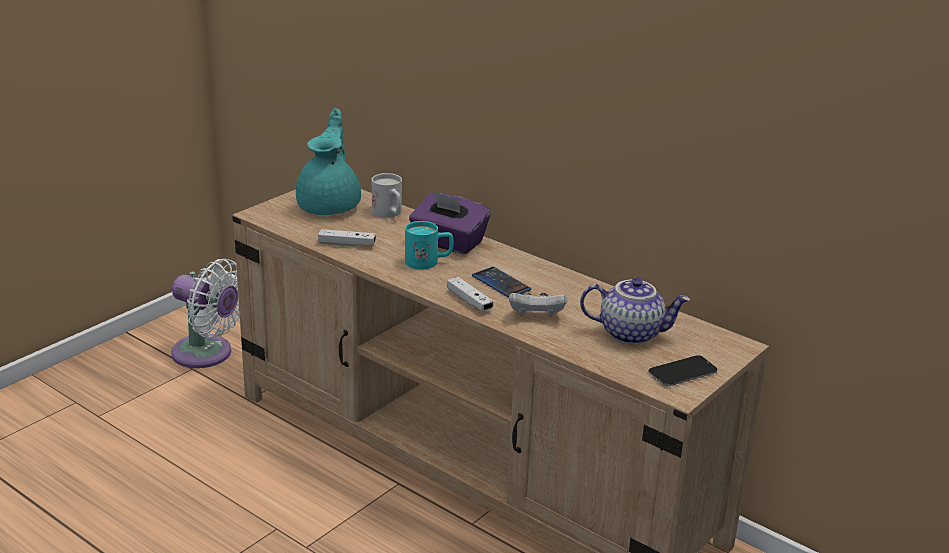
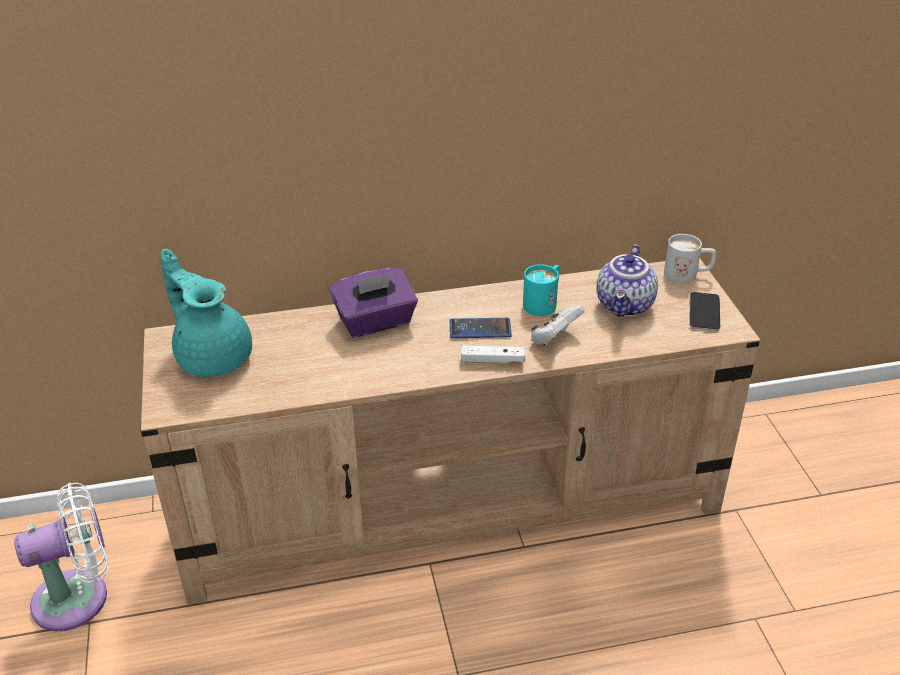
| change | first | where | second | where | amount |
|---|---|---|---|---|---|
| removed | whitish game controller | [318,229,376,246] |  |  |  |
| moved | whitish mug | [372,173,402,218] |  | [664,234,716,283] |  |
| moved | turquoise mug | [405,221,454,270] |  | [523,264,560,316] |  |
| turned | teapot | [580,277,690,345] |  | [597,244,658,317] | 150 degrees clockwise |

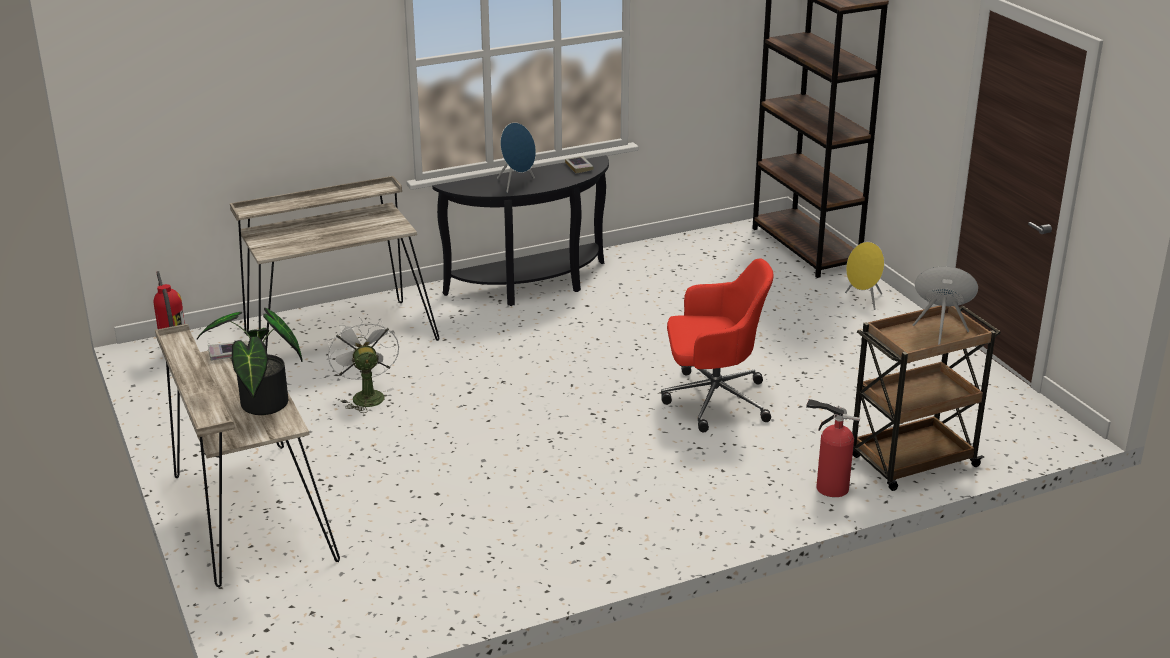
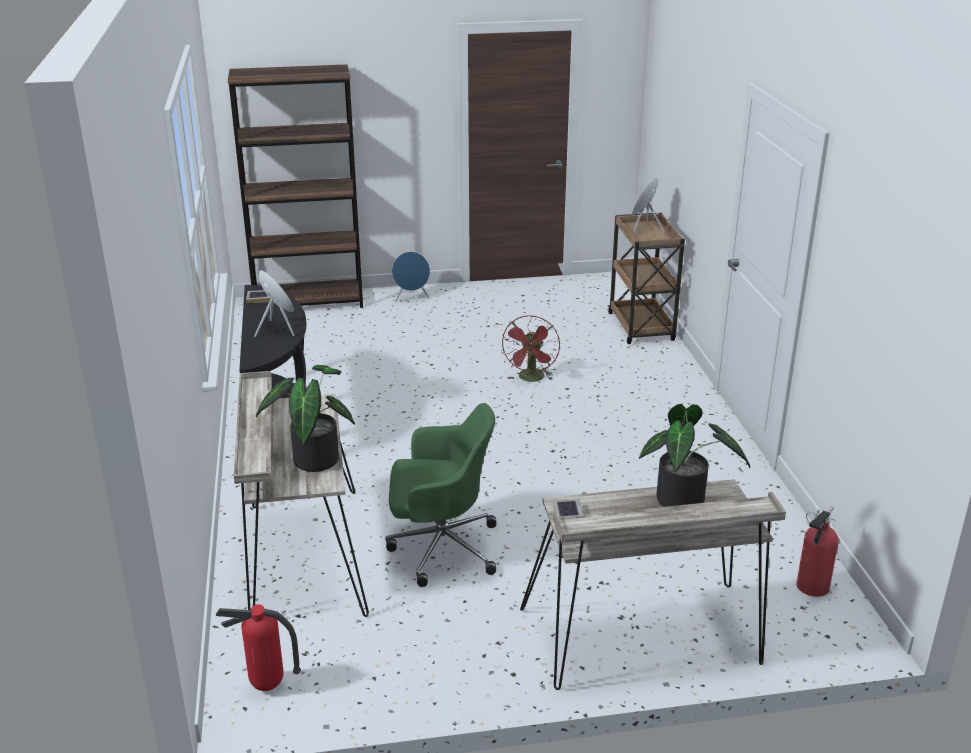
| change | first | where | second | where | amount |
|---|---|---|---|---|---|
| added |  |  | plant in a pot | [256,365,355,472] |  |
| moved | fire-fighting cylinder | [806,399,860,497] |  | [796,506,839,597] |  |
| replaced | whitish cooling fan | [328,317,399,413] | green computer chair | [385,403,496,587] |  |
| replaced | reddish computer chair | [661,258,774,433] | reddish cooling fan | [502,315,560,382] |  |
| recoloured | yellowish audio speaker | [845,242,884,310] | blue-coloured audio speaker | [392,252,430,303] |  |

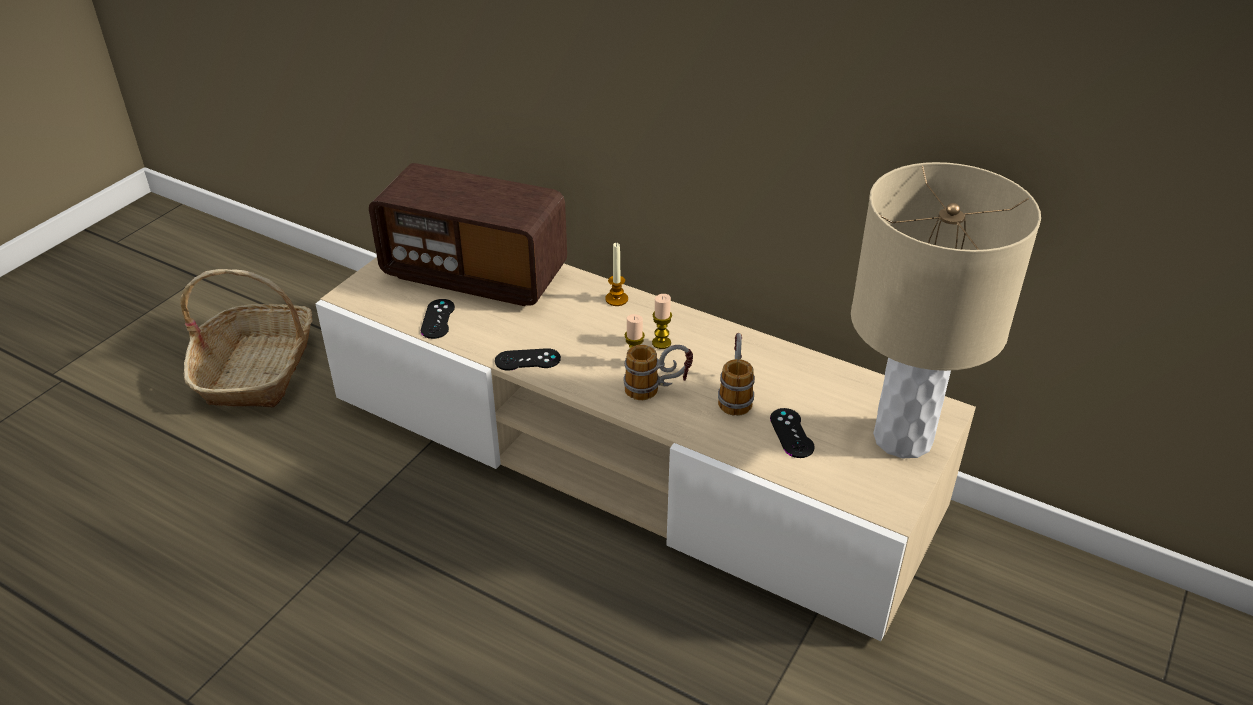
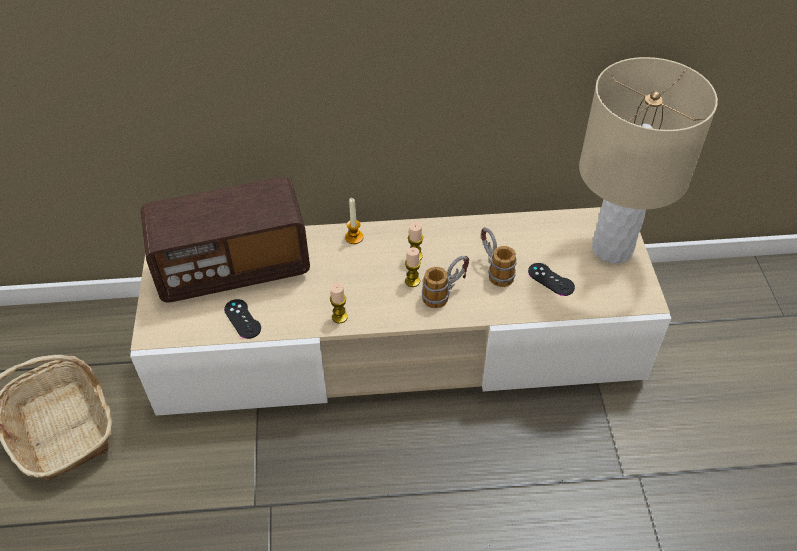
| change | first | where | second | where | amount |
|---|---|---|---|---|---|
| replaced | black-coloured game controller | [495,348,561,371] | candle | [330,282,348,323] |  |

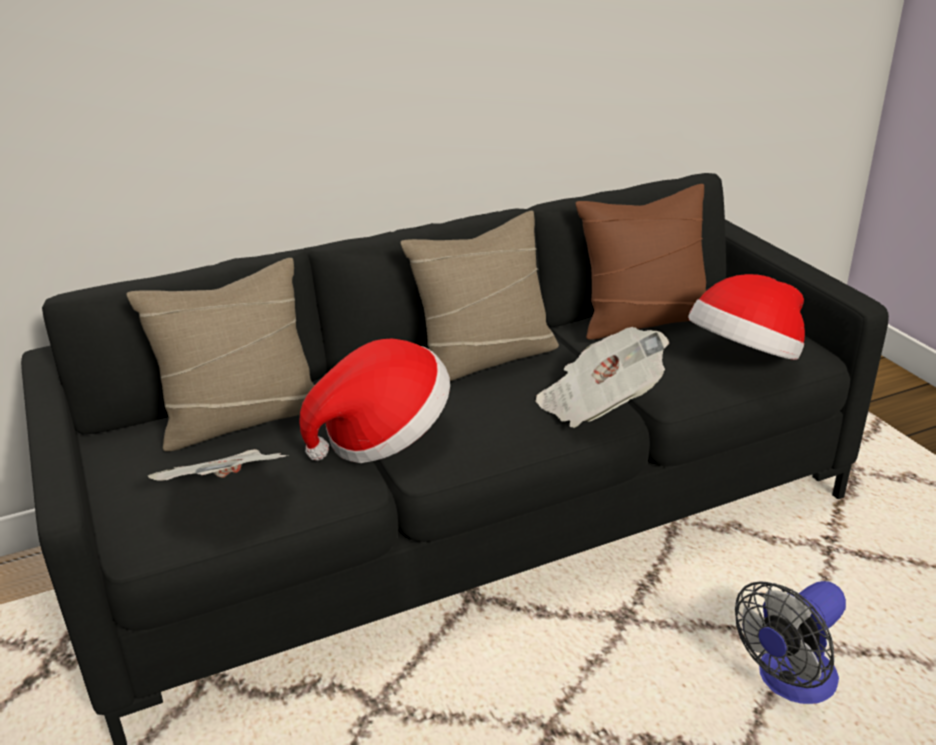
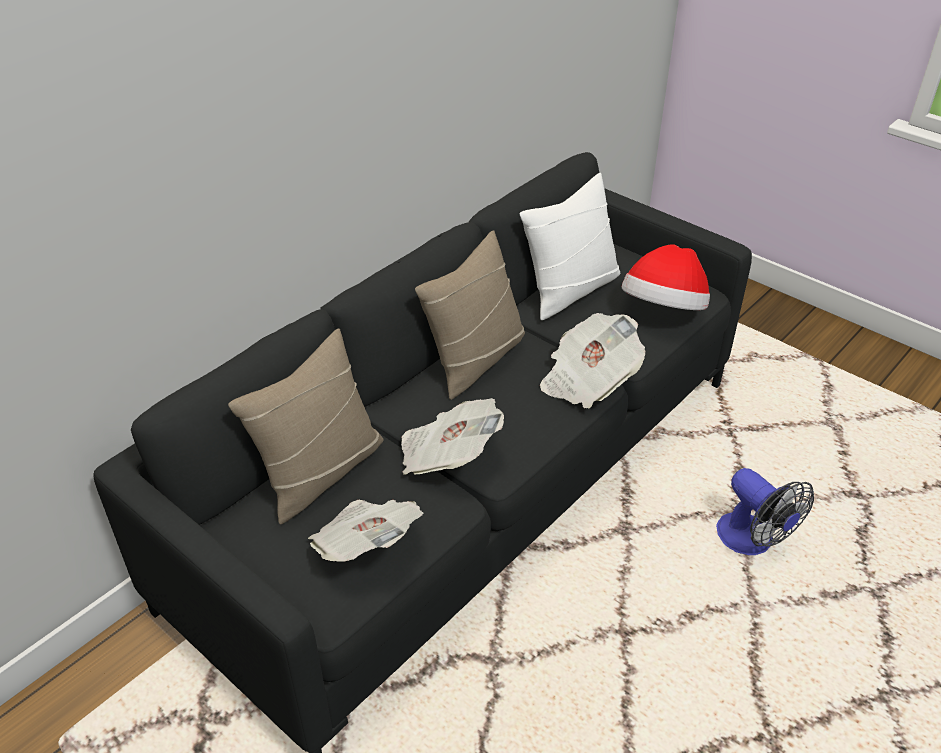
| change | first | where | second | where | amount |
|---|---|---|---|---|---|
| replaced | wearable hat | [299,338,450,463] | newspaper | [401,398,504,475] |  |
| recoloured | brownish throw pillow | [575,184,706,340] | whitish throw pillow | [520,173,620,320] |  |
| turned | cooling fan | [735,581,846,704] |  | [716,468,814,555] | 60 degrees counterclockwise |

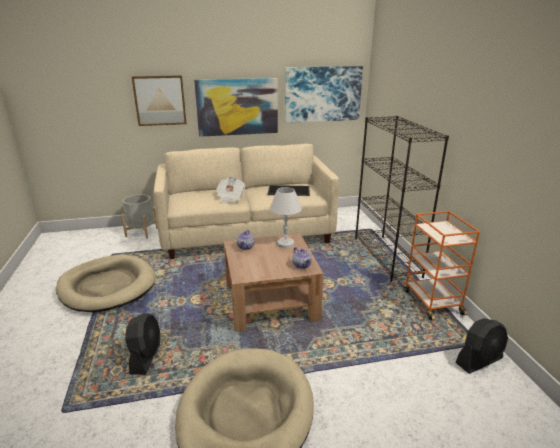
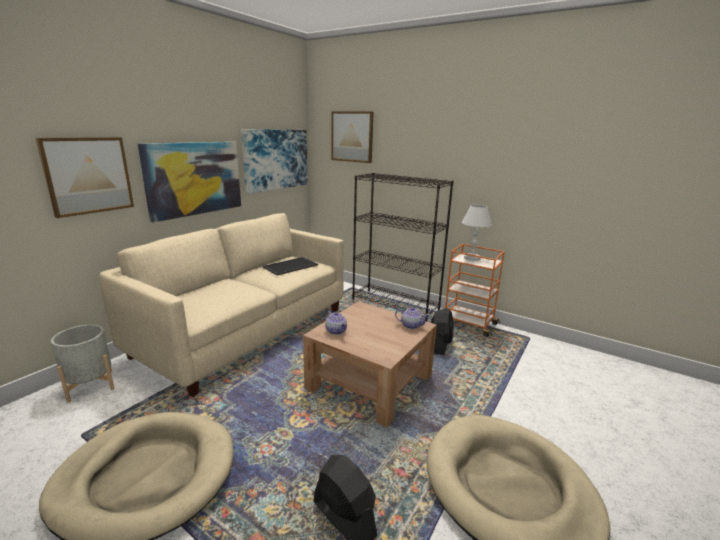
| change | first | where | second | where | amount |
|---|---|---|---|---|---|
| removed | newspaper | [216,177,246,204] |  |  |  |
| added |  |  | wall art | [332,111,373,163] |  |
| moved | whitish table lamp | [270,187,302,248] |  | [462,204,492,261] |  |
| moved | black-coloured cooling fan | [455,318,508,374] |  | [431,308,454,355] |  |

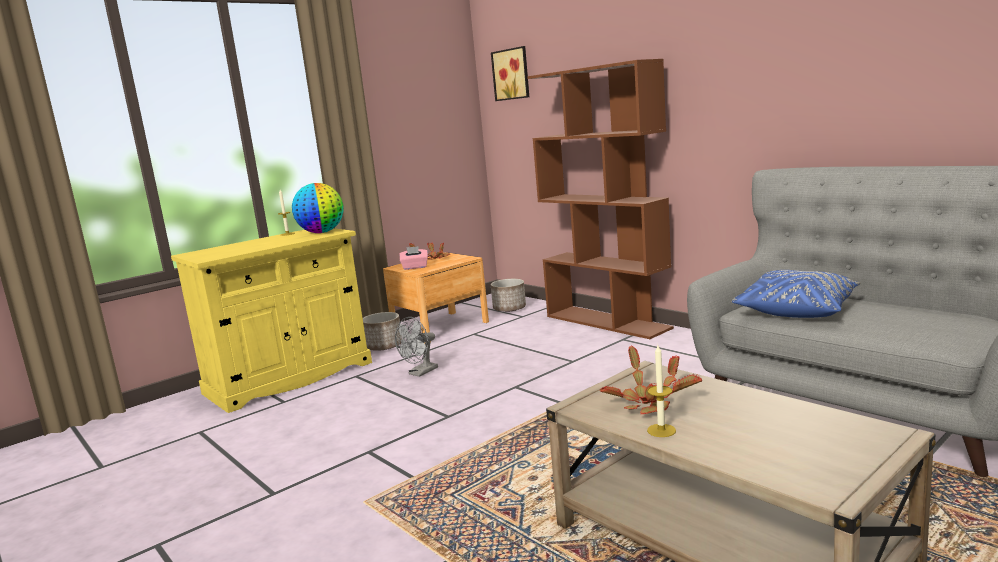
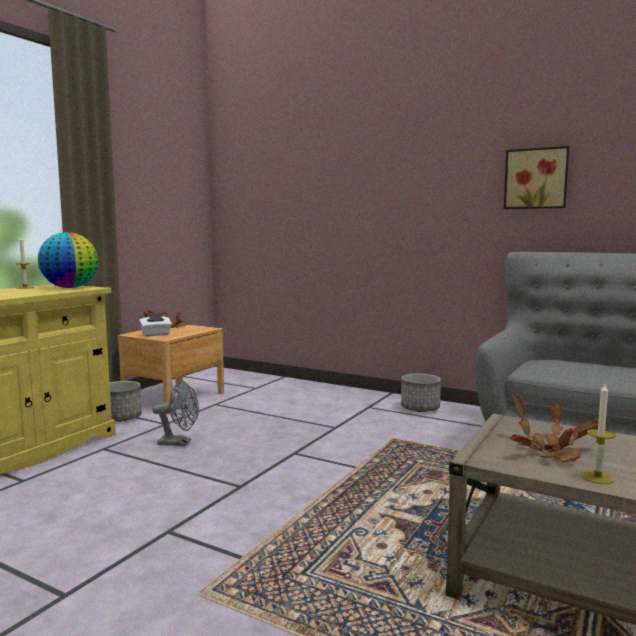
| change | first | where | second | where | amount |
|---|---|---|---|---|---|
| removed | brownish bookshelf | [527,59,674,339] |  |  |  |
| removed | blue-coloured throw pillow | [732,270,861,318] |  |  |  |
| moved | wall art | [491,46,529,101] |  | [504,146,569,209] |  |
| moved | flower pot | [491,279,526,312] |  | [401,373,441,412] |  |
| recoloured | pink-coloured tissue holder | [400,246,428,270] | whitish tissue holder | [139,313,172,336] |  |
| turned | greyish cooling fan | [395,317,438,377] |  | [152,380,199,446] | 105 degrees counterclockwise |

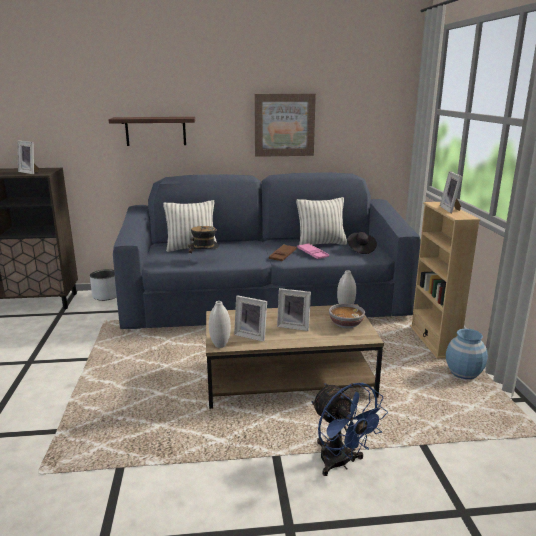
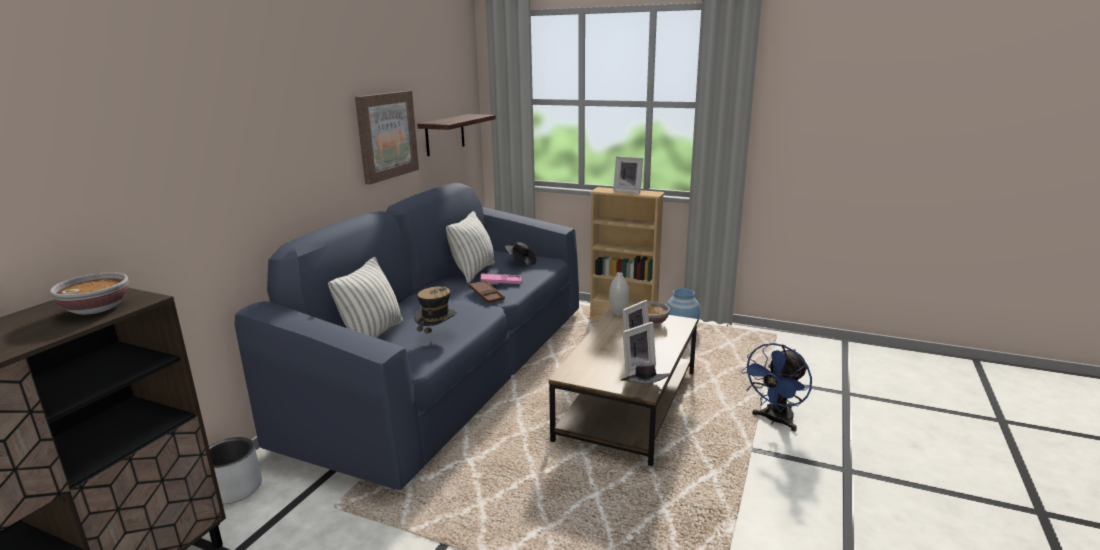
| change | first | where | second | where | amount |
|---|---|---|---|---|---|
| moved | bracket shelf | [108,117,195,146] |  | [417,114,496,156] |  |
| replaced | standing frame | [17,140,38,174] | bowl | [50,272,128,315] |  |
| replaced | whitish vase | [209,301,231,348] | black-coloured wearable hat | [621,363,671,384] |  |
| turned | blue-coloured cooling fan | [311,383,388,476] |  | [741,343,812,432] | 135 degrees clockwise |

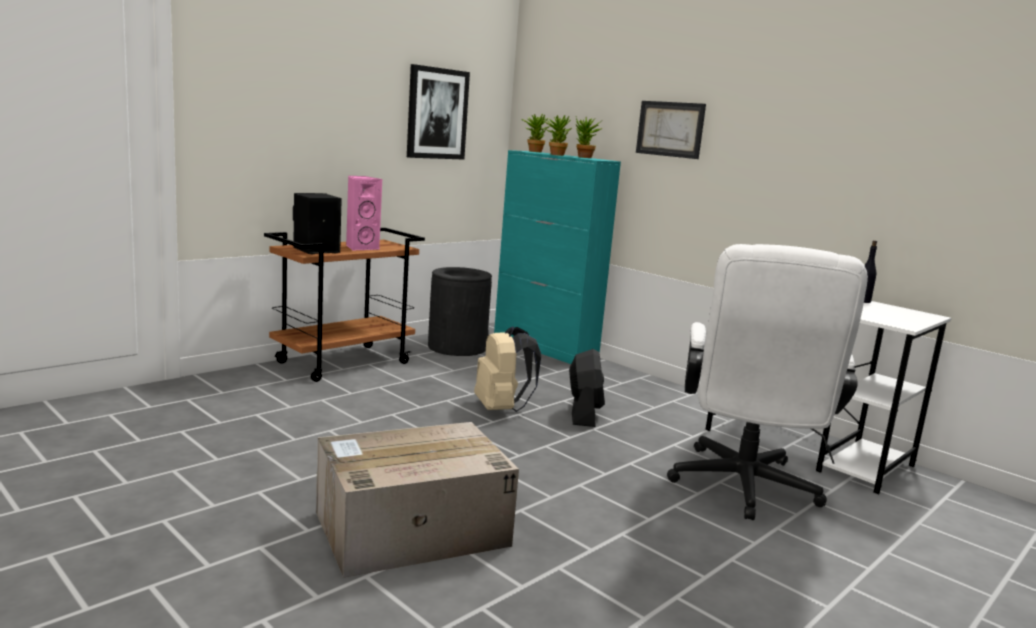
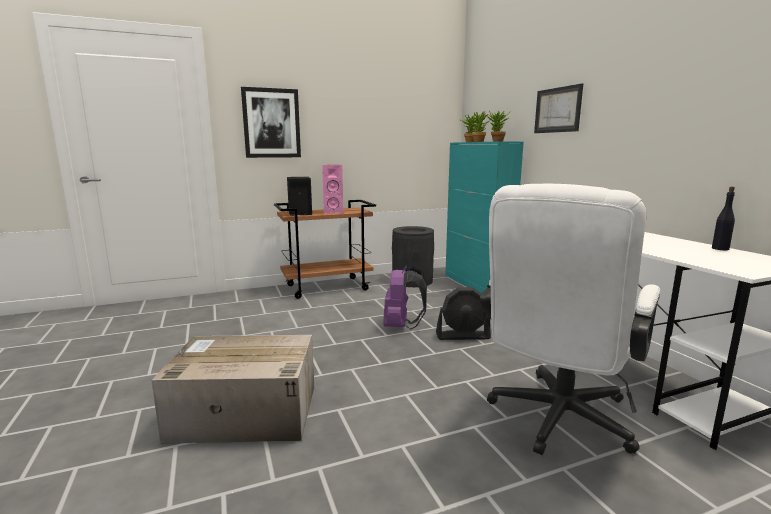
| change | first | where | second | where | amount |
|---|---|---|---|---|---|
| moved | wall art | [407,64,470,160] |  | [241,87,301,158] |  |
| recoloured | beige rucksack | [474,326,541,412] | purplish rucksack | [383,266,427,329] |  |
| turned | black-coloured cooling fan | [569,349,605,427] |  | [436,287,491,340] | 60 degrees clockwise |

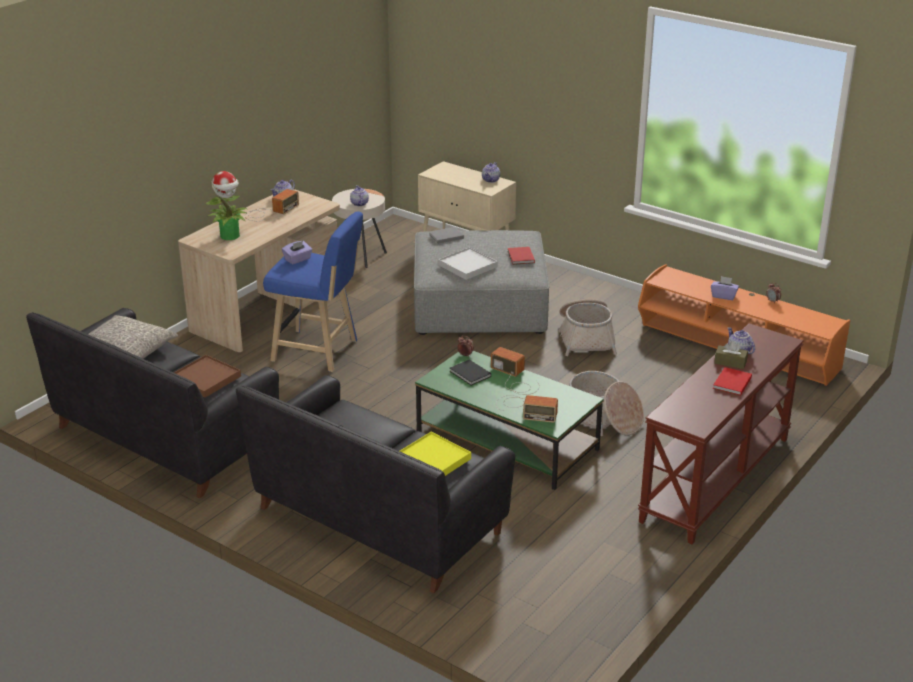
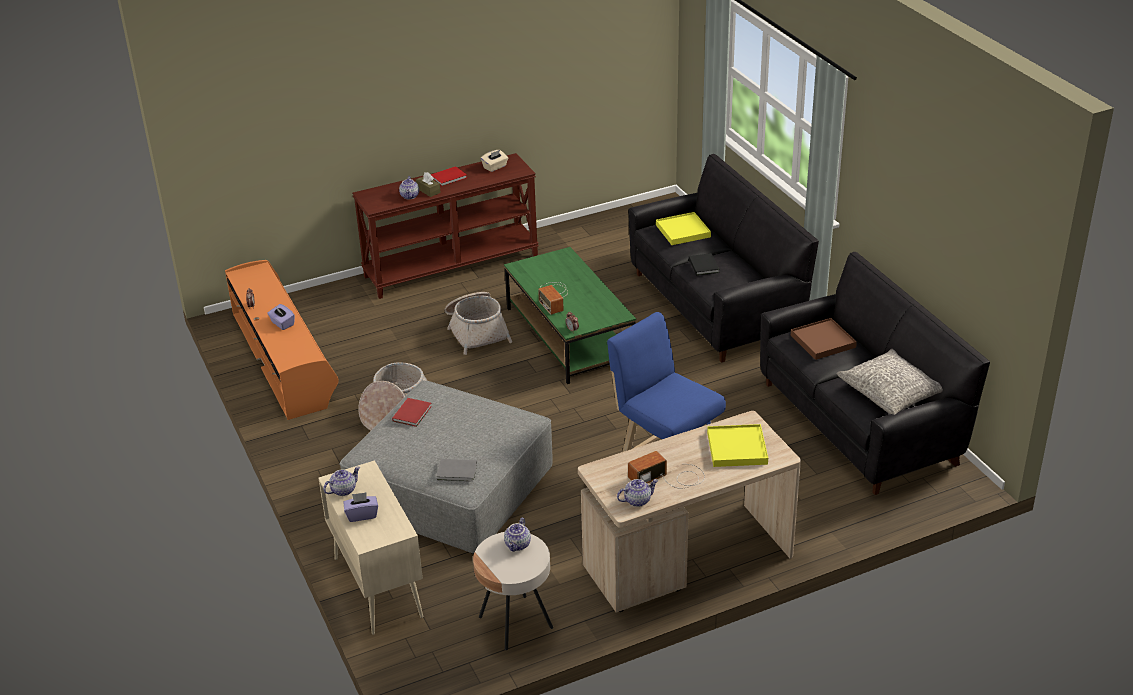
| change | first | where | second | where | amount |
|---|---|---|---|---|---|
| removed | whitish serving tray | [438,247,498,280] |  |  |  |
| removed | radio receiver | [496,395,558,423] |  |  |  |
| added |  |  | beige tissue holder | [481,150,508,172] |  |
| moved | purplish tissue holder | [282,241,312,264] |  | [343,492,378,522] |  |
| moved | black-coloured book | [450,359,491,386] |  | [689,253,719,275] |  |
| replaced | plant in a pot | [205,171,246,240] | yellowish serving tray | [707,424,768,467] |  |

